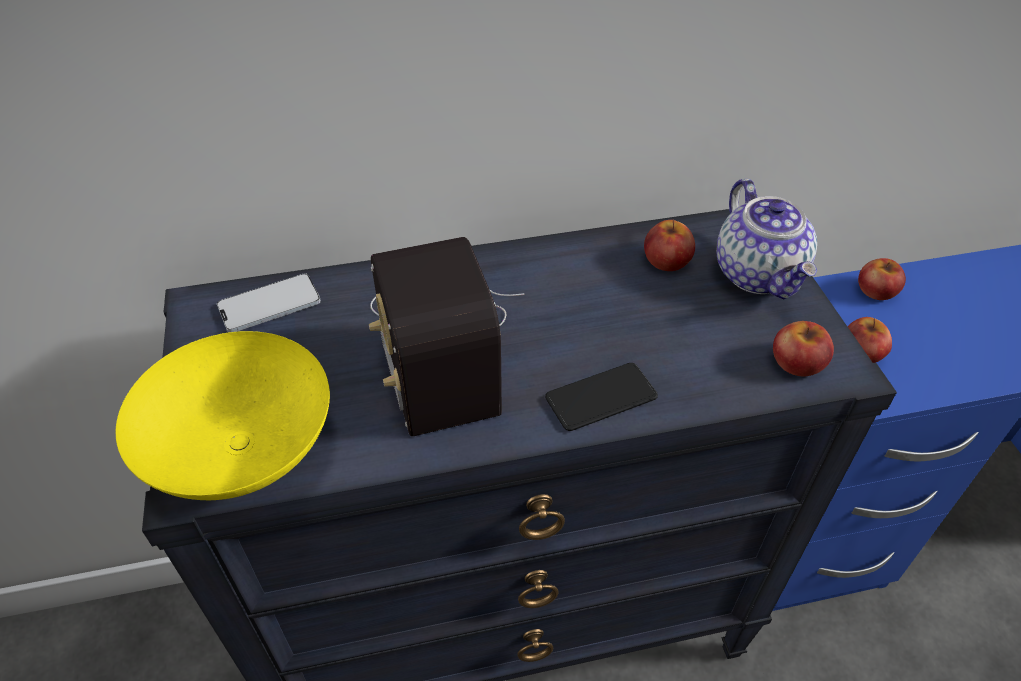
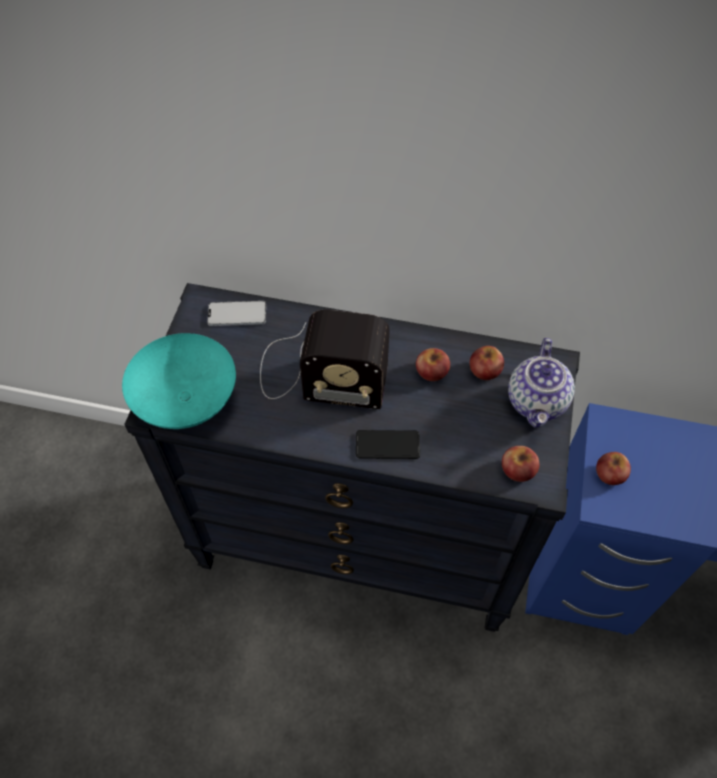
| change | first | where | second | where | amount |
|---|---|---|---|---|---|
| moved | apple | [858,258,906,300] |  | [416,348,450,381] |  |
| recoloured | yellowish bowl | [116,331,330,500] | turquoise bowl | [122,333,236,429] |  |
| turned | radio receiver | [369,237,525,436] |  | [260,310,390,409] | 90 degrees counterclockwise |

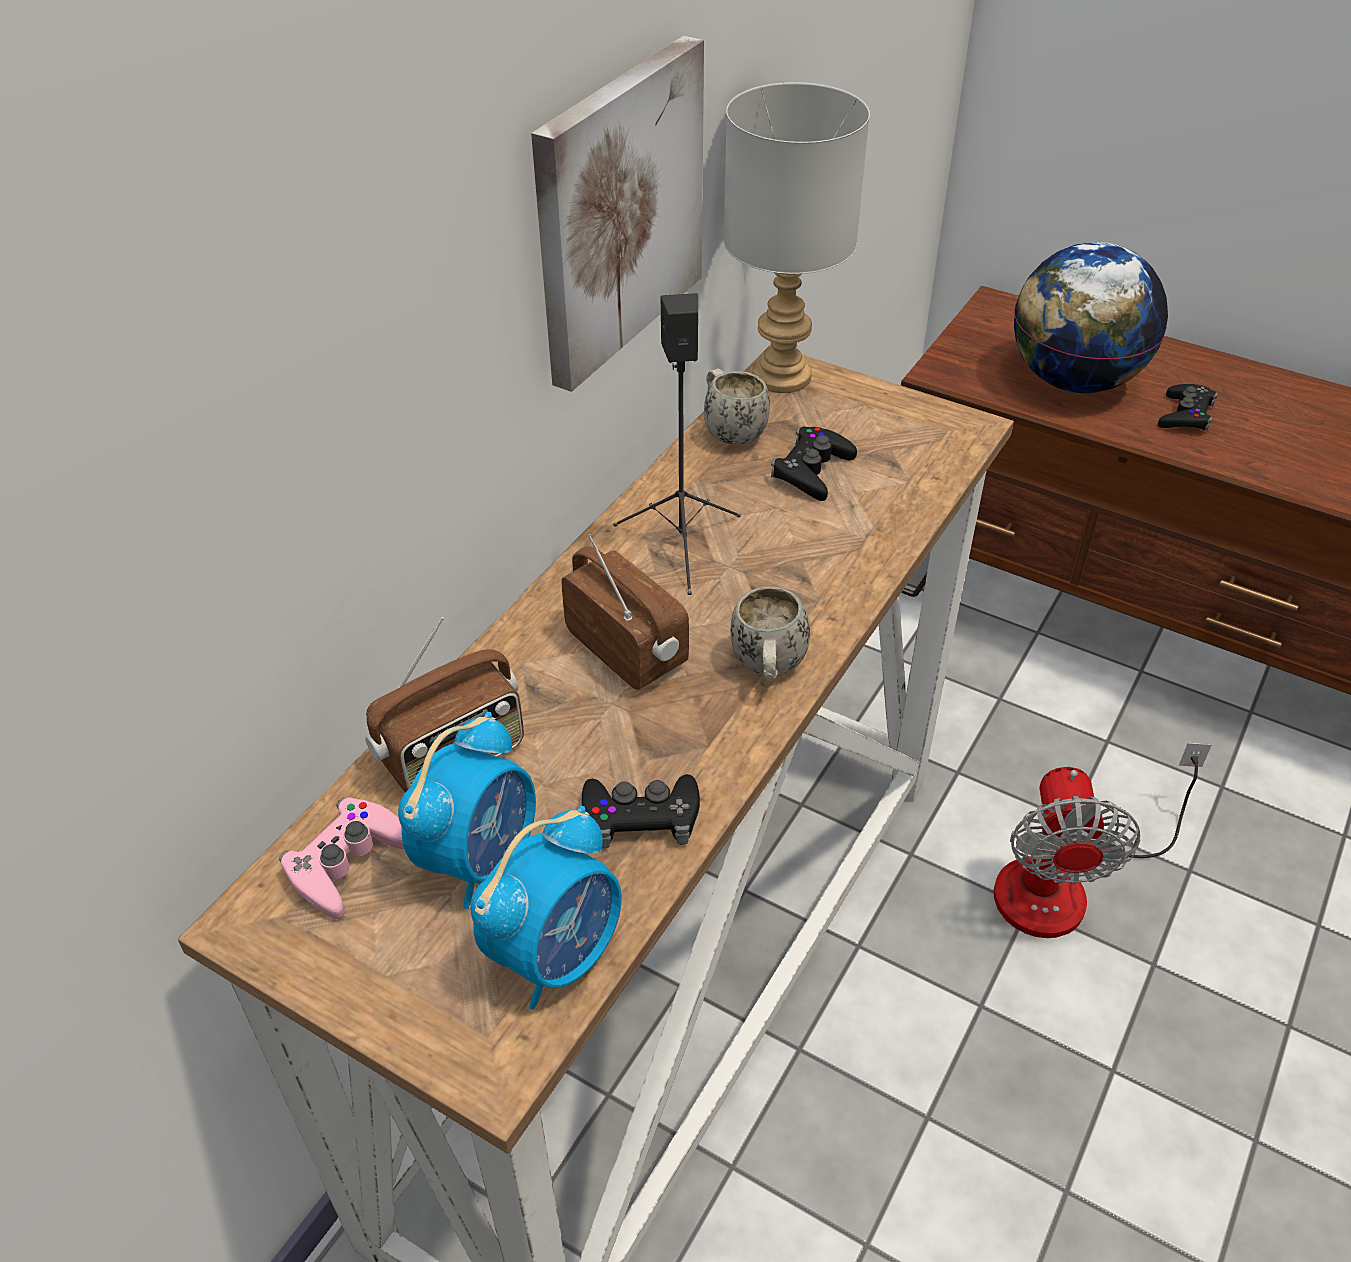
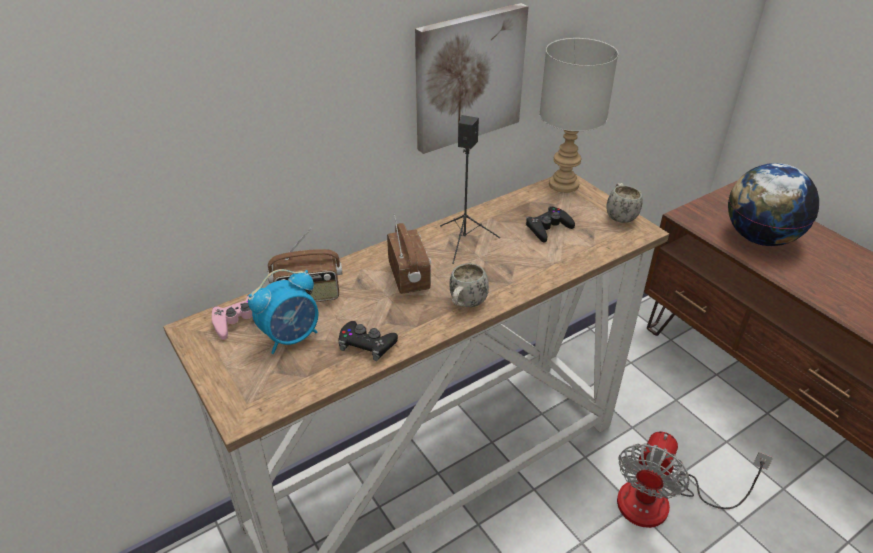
| change | first | where | second | where | amount |
|---|---|---|---|---|---|
| removed | table clock | [470,806,622,1010] |  |  |  |
| removed | black-coloured game controller | [1158,384,1218,431] |  |  |  |
| moved | whitish mug | [704,368,770,445] |  | [606,183,643,223] |  |

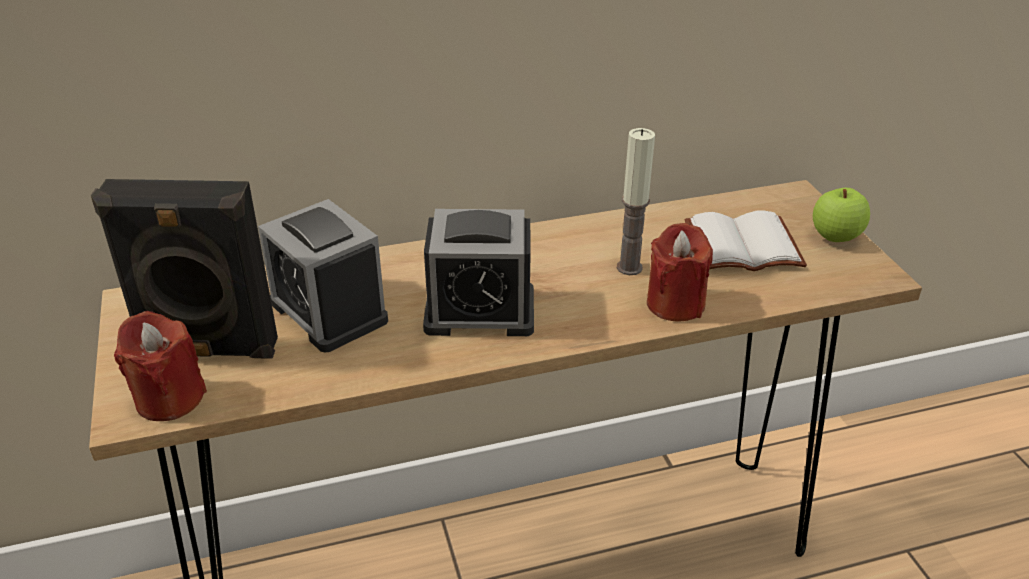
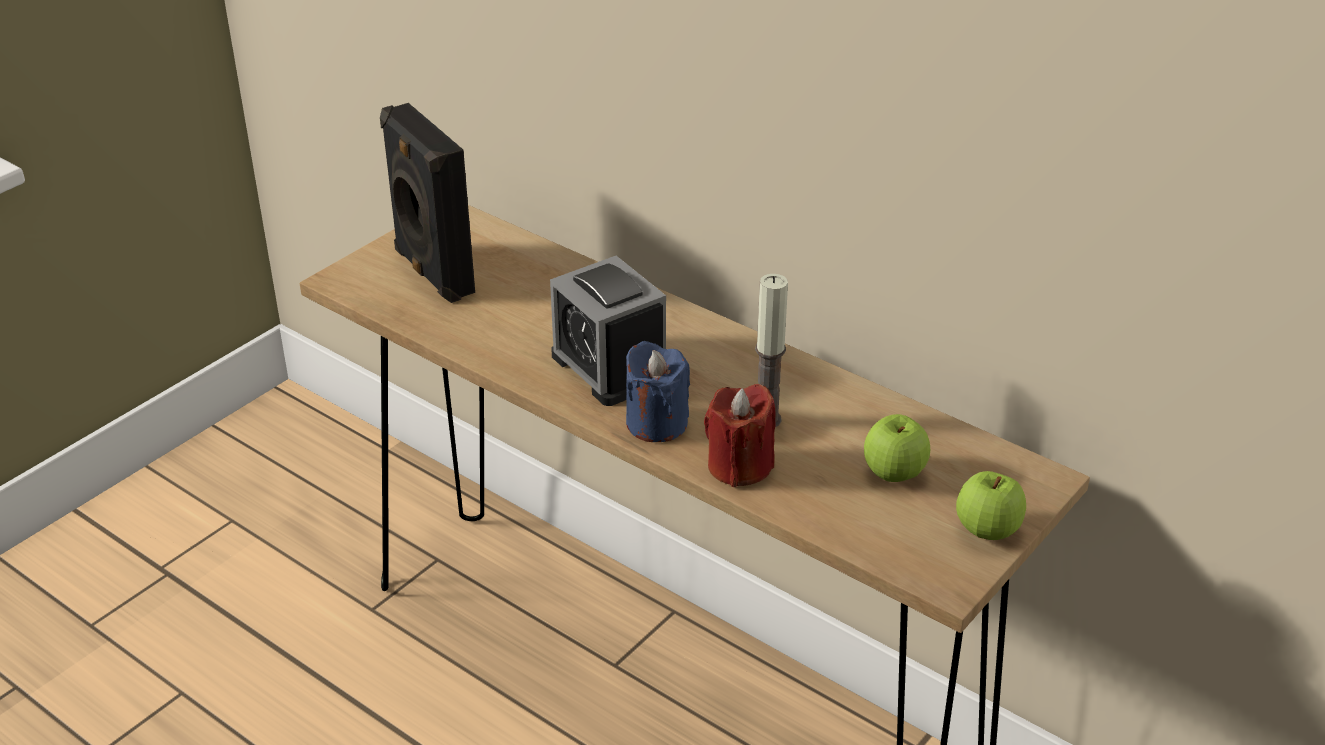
| change | first | where | second | where | amount |
|---|---|---|---|---|---|
| removed | reddish candle | [114,311,207,421] |  |  |  |
| removed | table clock | [258,199,388,353] |  |  |  |
| added |  |  | blue-coloured candle | [626,341,690,442] |  |
| replaced | whitish book | [685,211,807,271] | apple | [864,414,930,482] |  |

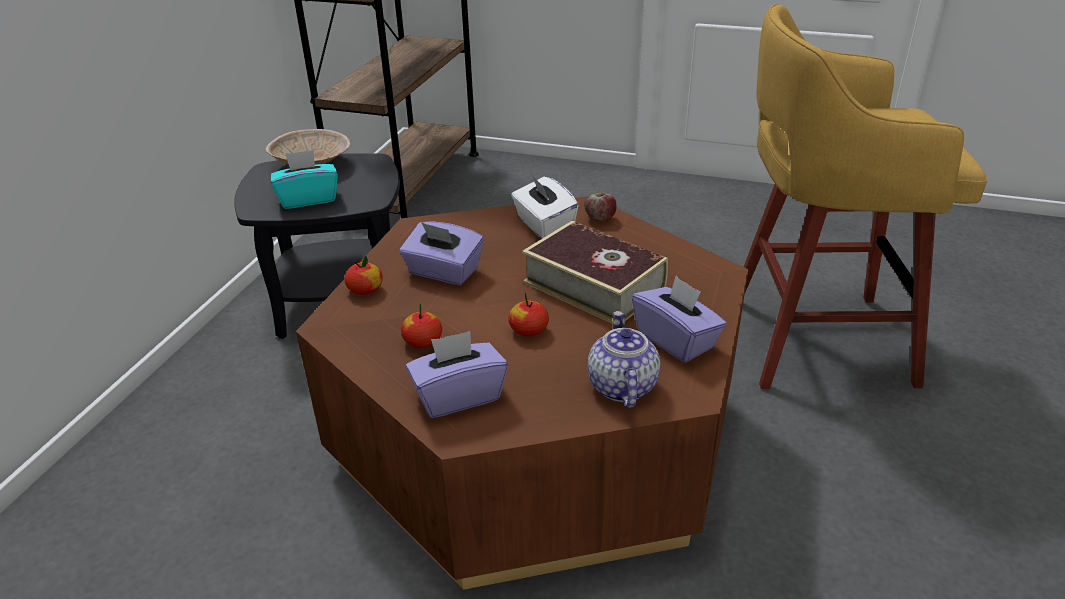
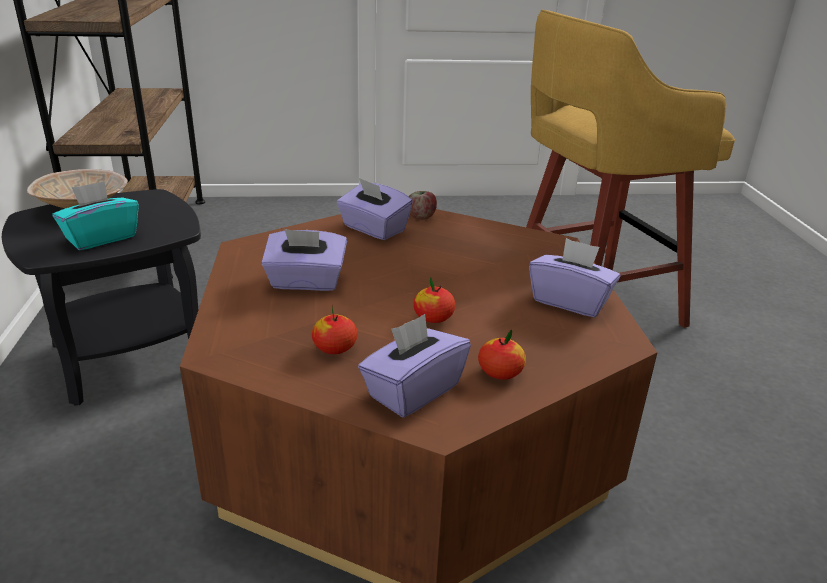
| change | first | where | second | where | amount |
|---|---|---|---|---|---|
| removed | book | [522,221,668,324] |  |  |  |
| removed | teapot | [588,311,660,408] |  |  |  |
| moved | apple | [344,256,383,295] |  | [478,330,526,380] |  |
| recoloured | whitish tissue holder | [511,174,578,239] | purplish tissue holder | [337,178,413,240] |  |

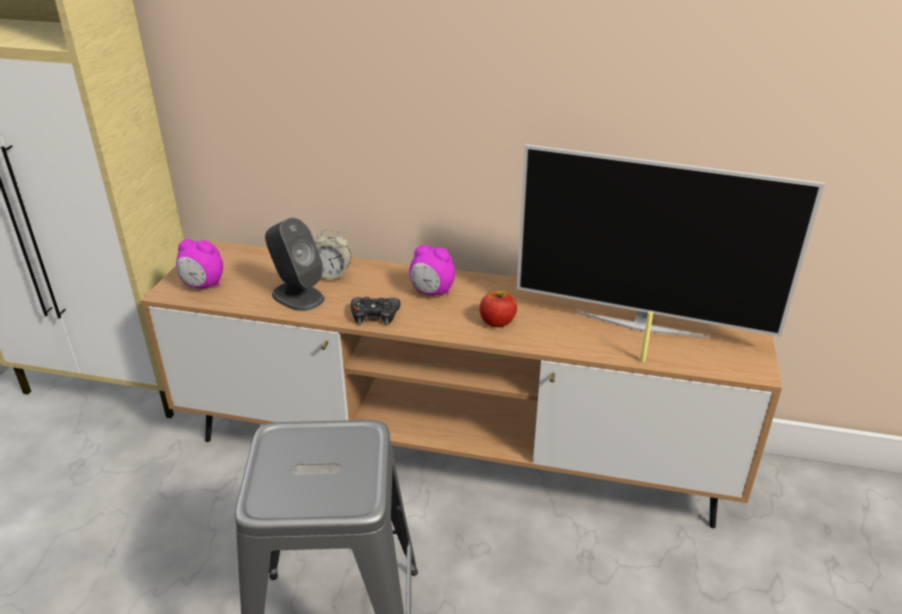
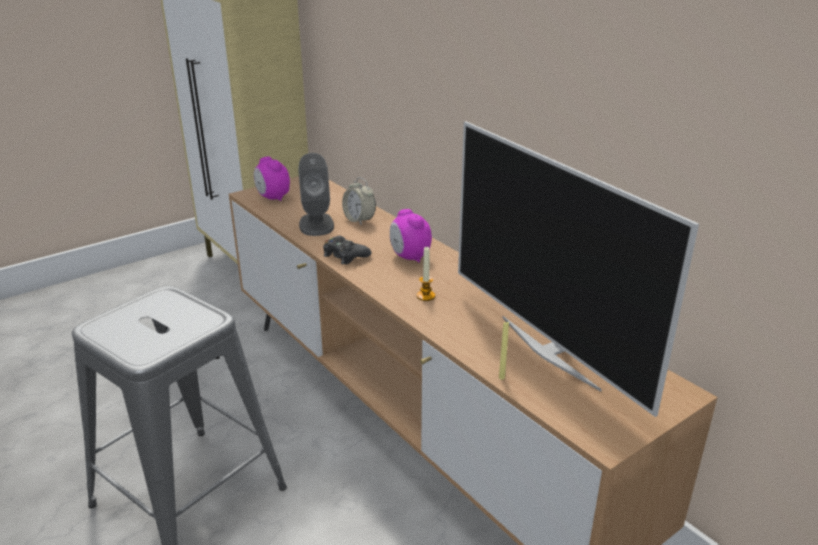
| change | first | where | second | where | amount |
|---|---|---|---|---|---|
| replaced | apple | [480,291,517,327] | candle | [417,246,435,301] |  |

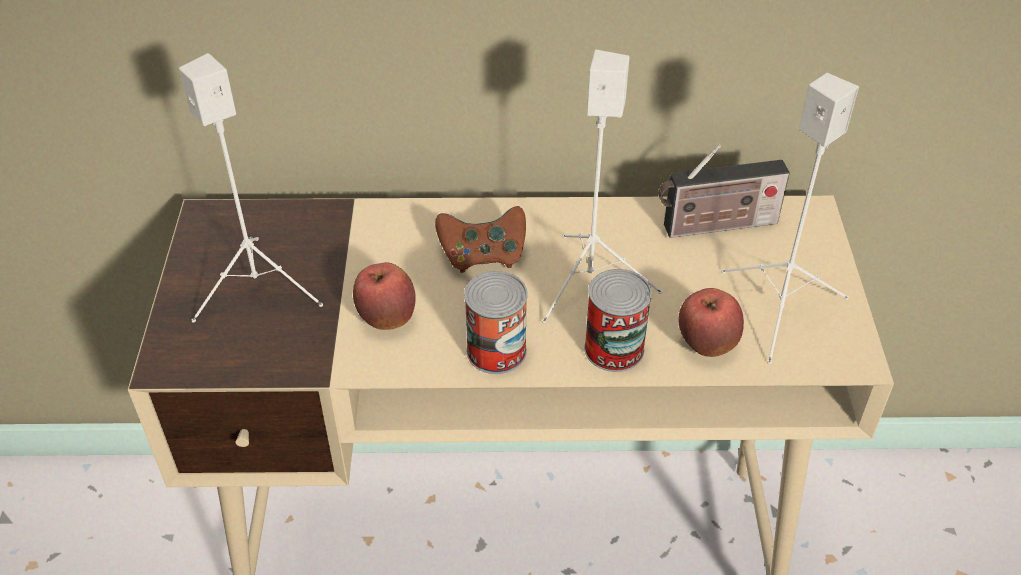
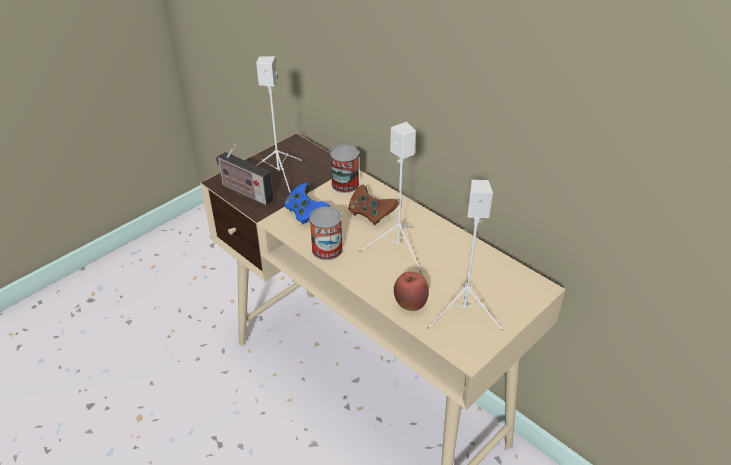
| change | first | where | second | where | amount |
|---|---|---|---|---|---|
| moved | sealed can | [584,269,652,372] |  | [330,145,359,193] |  |
| moved | radio receiver | [658,144,790,238] |  | [216,144,273,206] |  |
| replaced | apple | [353,262,416,330] | blue-coloured game controller | [284,183,330,225] |  |

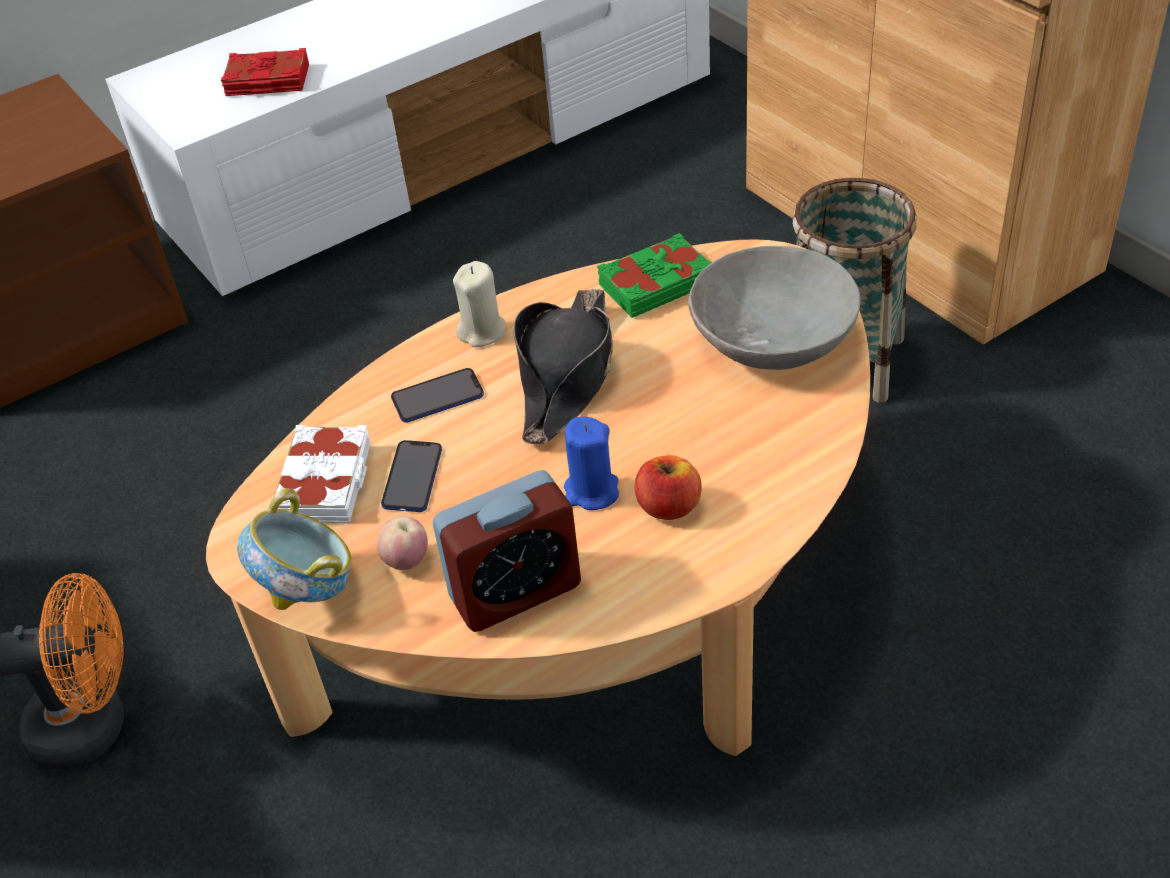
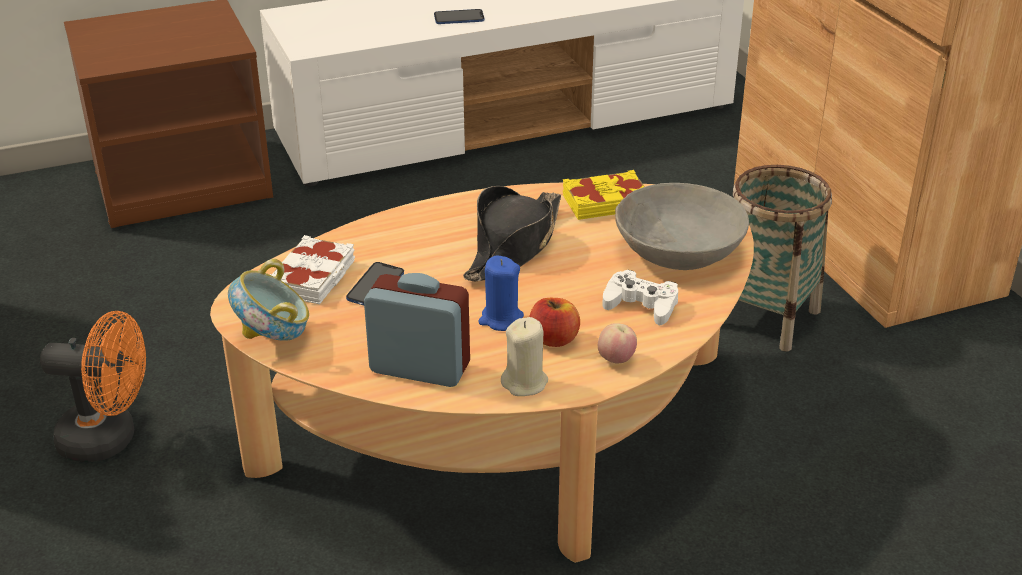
| change | first | where | second | where | amount |
|---|---|---|---|---|---|
| removed | reddish book | [221,48,309,96] |  |  |  |
| added |  |  | whitish game controller | [602,270,678,326] |  |
| moved | apple | [377,517,428,570] |  | [598,323,637,363] |  |
| moved | telephone | [391,368,484,423] |  | [434,9,484,24] |  |
| moved | beige candle | [453,261,506,347] |  | [501,317,548,396] |  |
| recoloured | green book | [597,233,712,318] | yellowish book | [562,170,645,220] |  |
| turned | table clock | [433,470,581,632] |  | [364,273,470,387] | 150 degrees counterclockwise |

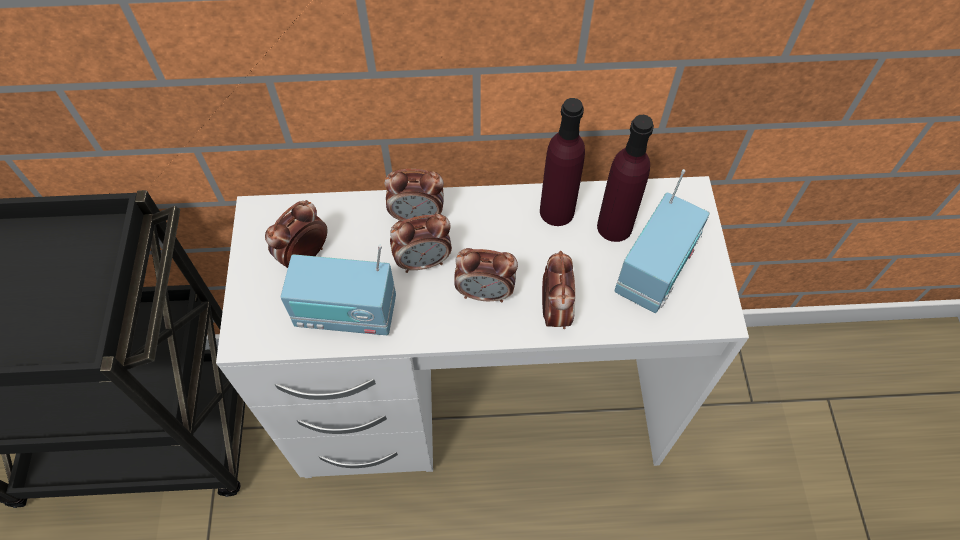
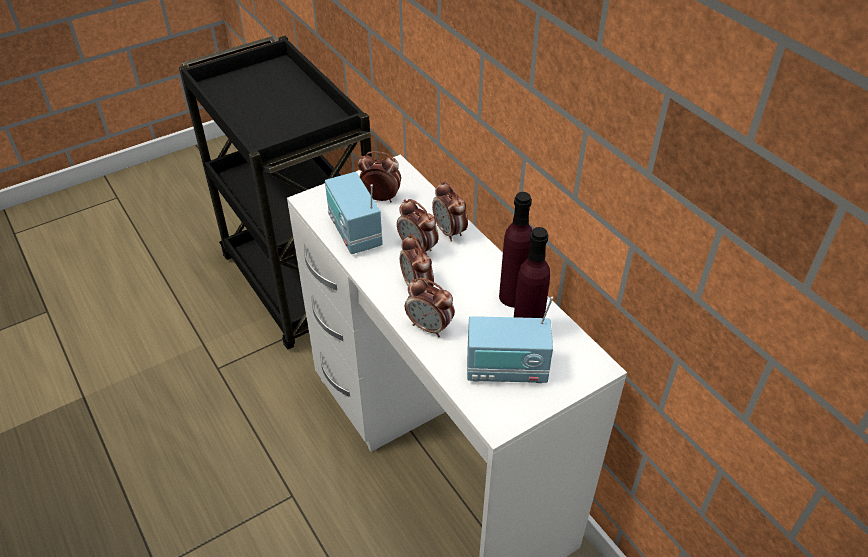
| change | first | where | second | where | amount |
|---|---|---|---|---|---|
| turned | table clock | [542,251,575,329] |  | [405,278,455,337] | 60 degrees clockwise |

